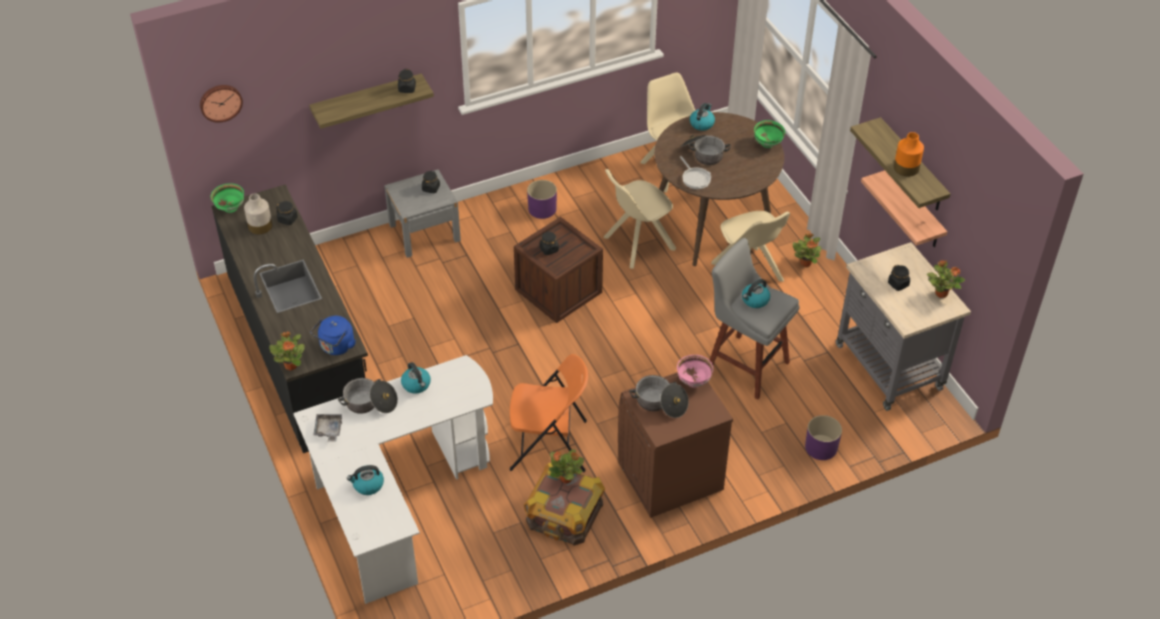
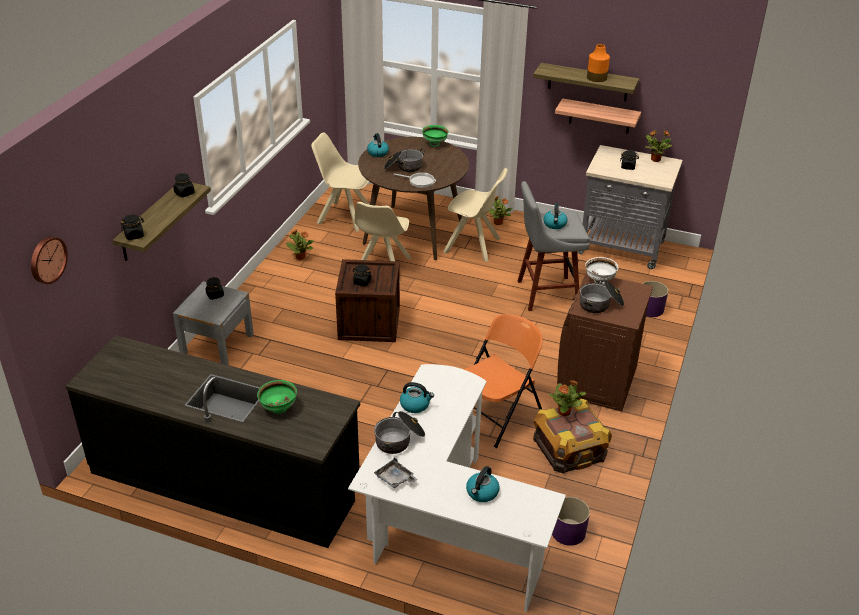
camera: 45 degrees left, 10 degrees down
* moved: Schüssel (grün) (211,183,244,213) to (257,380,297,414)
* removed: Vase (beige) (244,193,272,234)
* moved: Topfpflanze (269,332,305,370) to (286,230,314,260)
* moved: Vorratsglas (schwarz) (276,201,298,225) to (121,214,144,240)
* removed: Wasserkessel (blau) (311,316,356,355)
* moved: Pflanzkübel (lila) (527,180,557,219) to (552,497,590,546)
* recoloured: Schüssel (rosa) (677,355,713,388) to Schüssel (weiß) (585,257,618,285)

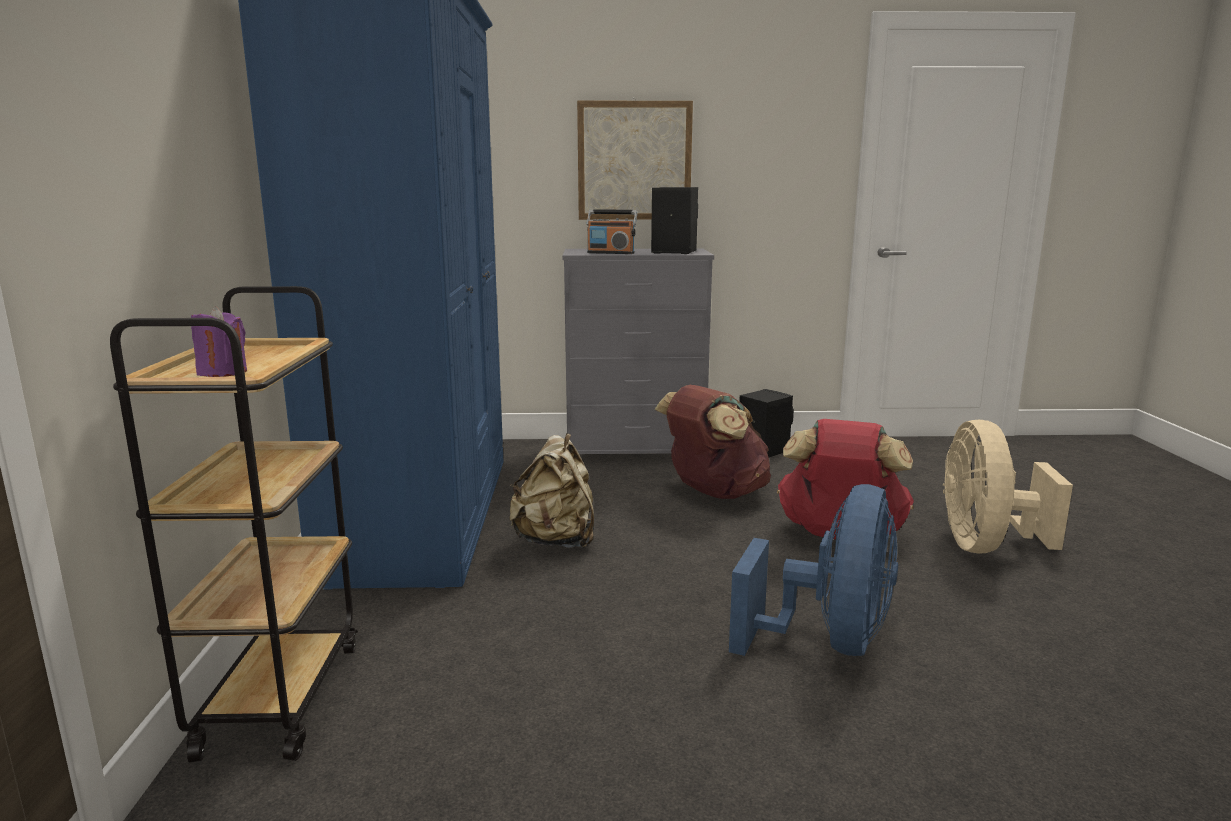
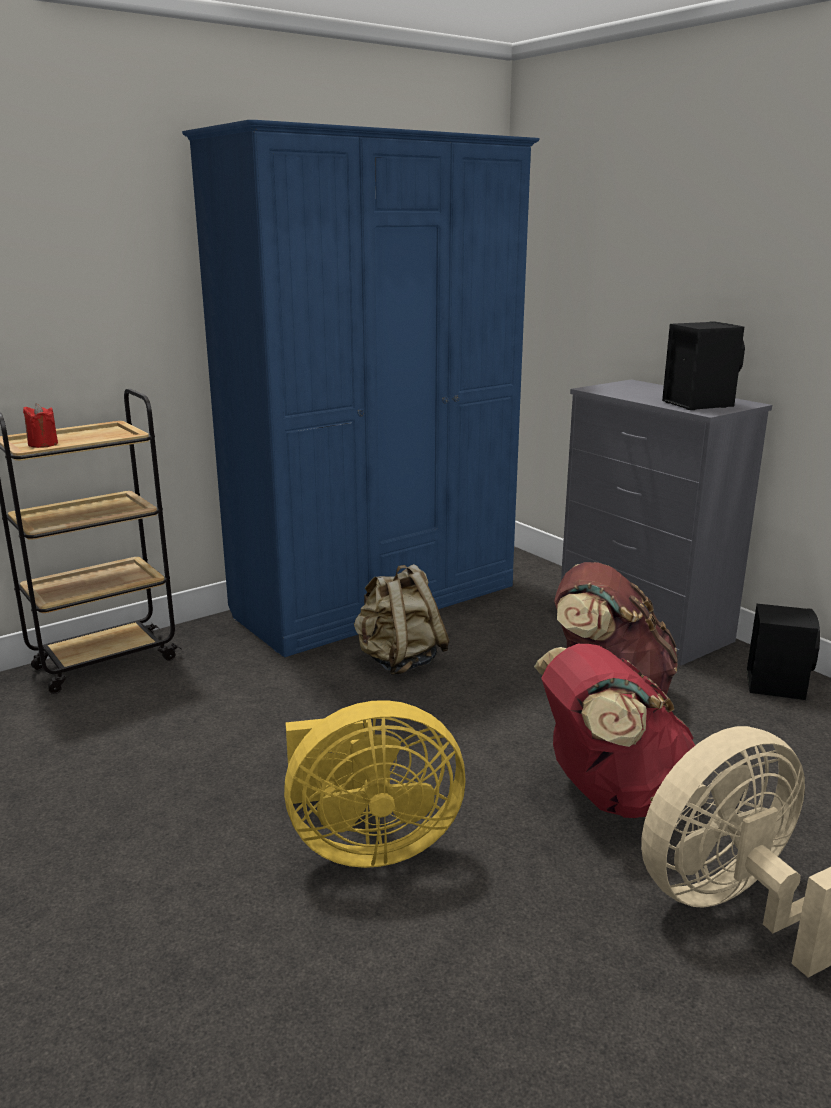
camera: 55 degrees right, 5 degrees up
* recoloured: Kerze (lila) (191,306,247,377) to Kerze (rot) (23,404,58,448)
* removed: Bild (577,98,693,220)
* removed: Radio (587,209,637,254)
* recoloured: Ventilator (blau) (729,484,898,656) to Ventilator (gelb) (284,700,465,868)

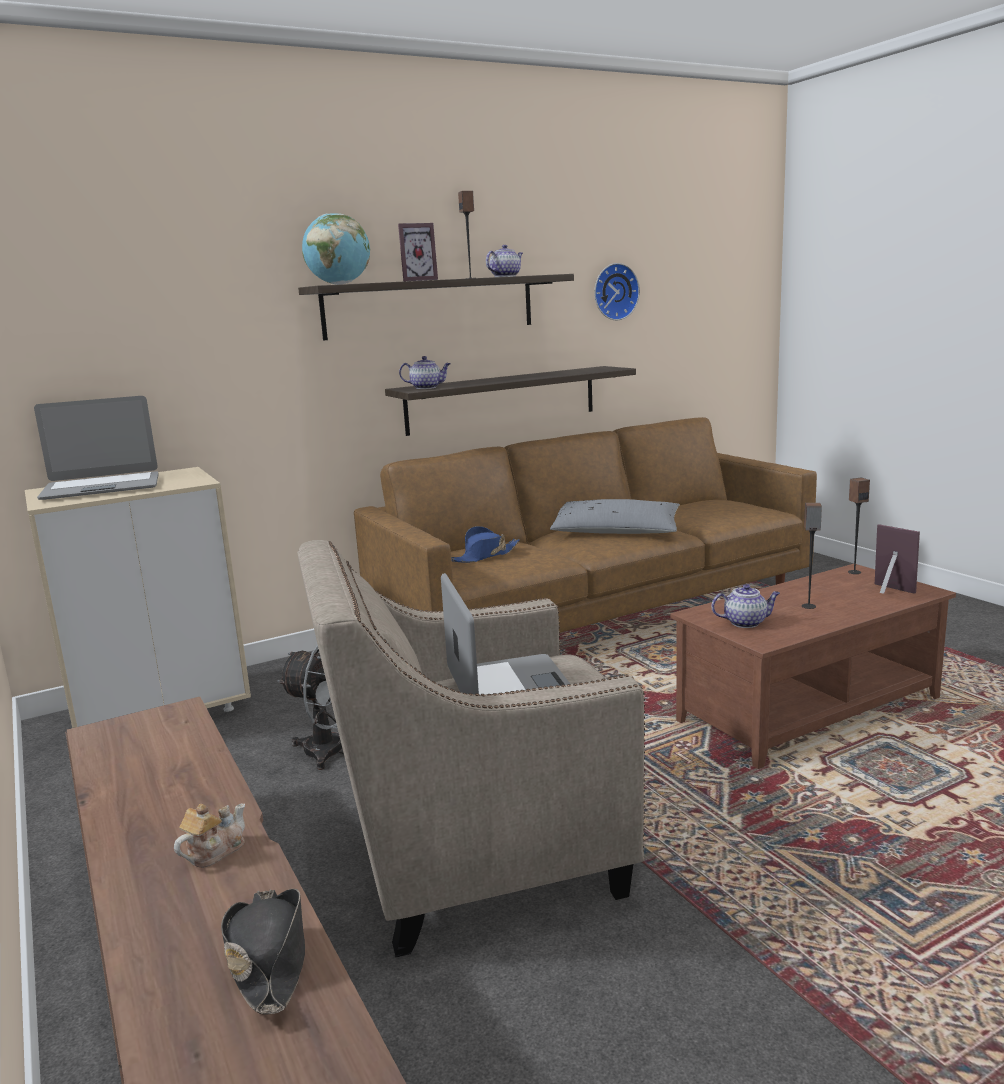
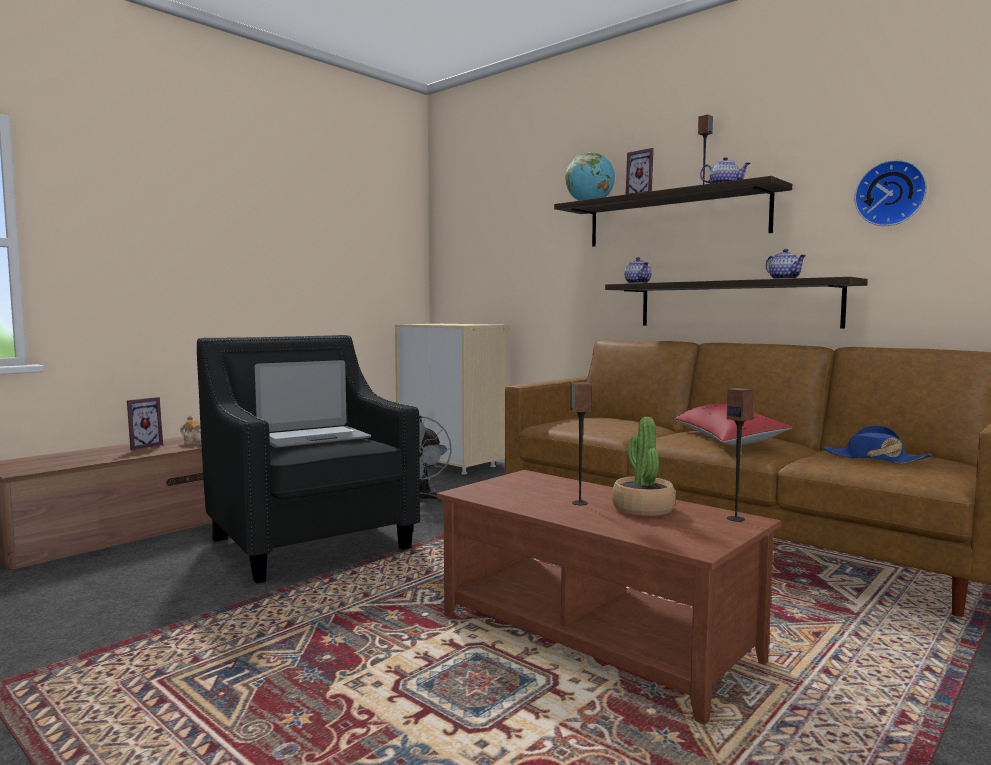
camera: 70 degrees right, 10 degrees down
* removed: Laptop (34,396,159,500)
* removed: Hut (schwarz) (221,889,305,1015)
* recoloured: Sessel (beige) (297,540,645,957) to Sessel (schwarz) (197,335,420,584)
* moved: Hut (blau) (451,526,520,563) to (823,425,932,464)
* recoloured: Kissen (grau) (550,499,680,534) to Kissen (rot) (673,403,793,446)
* moved: Teekanne (711,584,780,628) to (766,249,806,279)
* moved: Bilderrahmen (875,524,920,594) to (127,397,163,450)
* added: Topfpflanze (611,417,676,517)

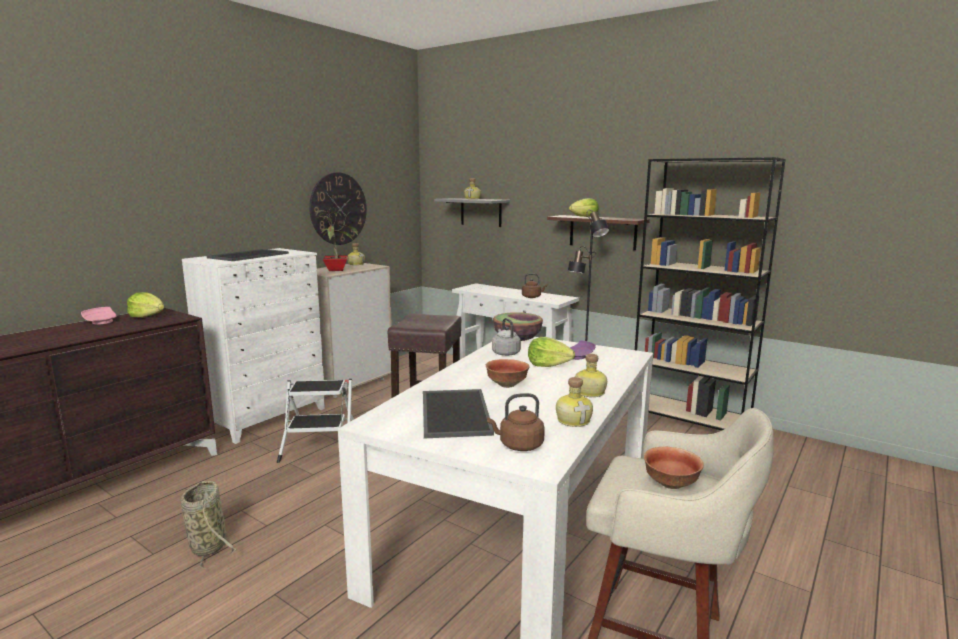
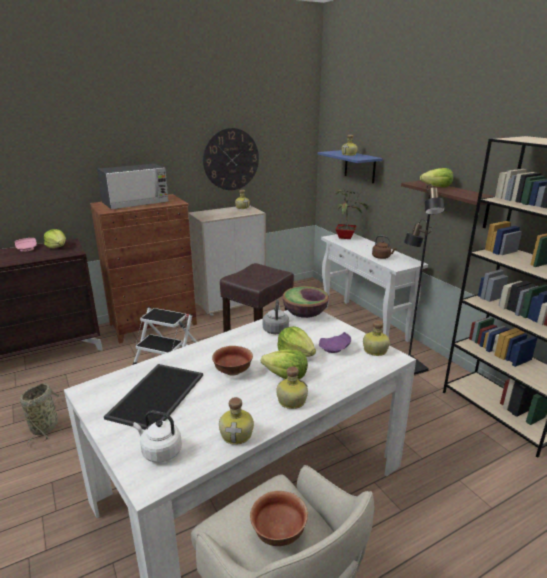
camera: 25 degrees right, 10 degrees up
* recoloured: Kommode (weiß) (182,248,325,444) to Kommode (braun) (90,194,197,344)
* replaced: Tablett (207,249,289,261) to Mikrowelle (97,163,169,209)
* moved: Topfpflanze (316,209,358,271) to (334,187,367,239)
* recoloured: Wandregal (grau) (434,198,510,227) to Wandregal (blau) (318,150,383,183)
* recoloured: Wasserkessel (braun) (487,393,545,451) to Wasserkessel (weiß) (133,411,182,463)
* added: Salatkopf (261,349,308,379)
* added: Flasche (363,321,390,356)

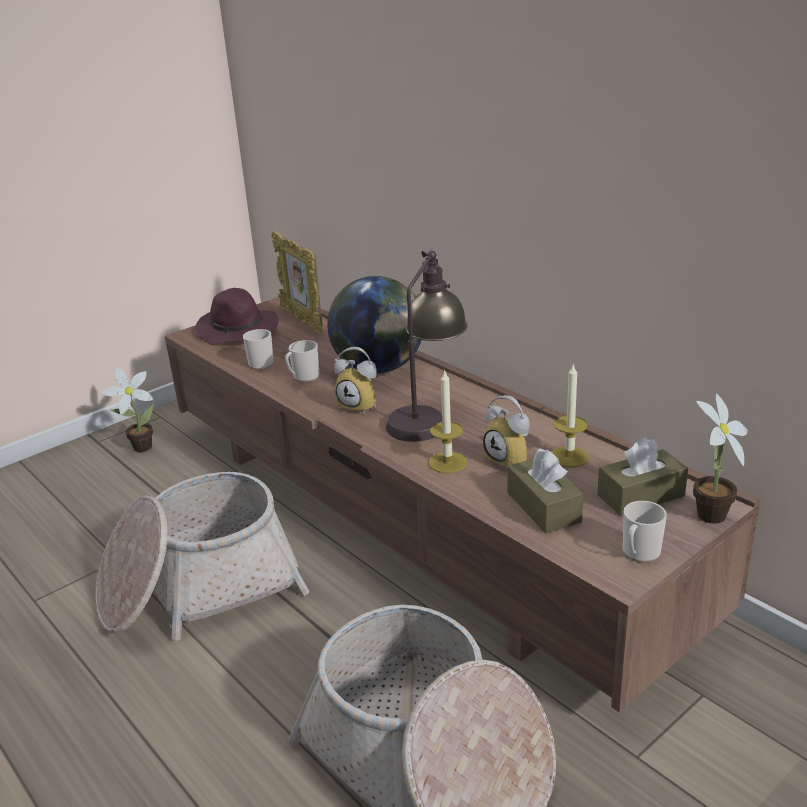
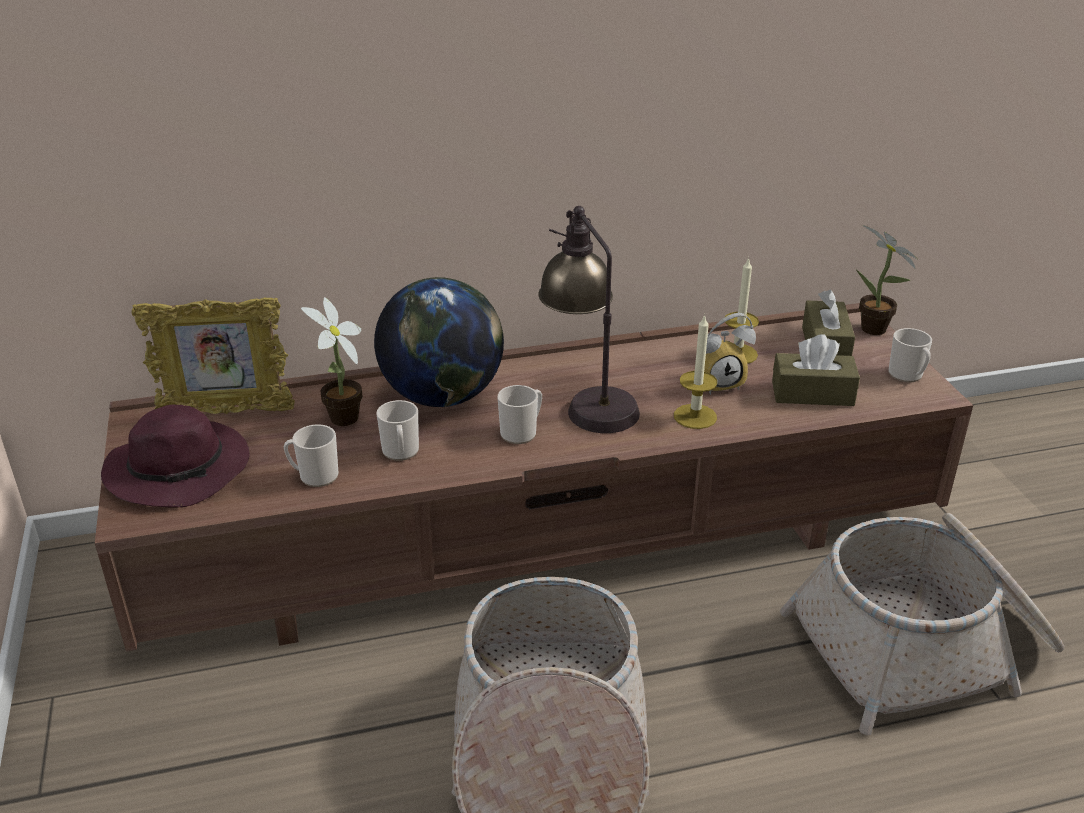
camera: 65 degrees left, 5 degrees up
* moved: Topfpflanze (102,368,154,452) to (301,297,363,426)
* replaced: Wecker (334,347,377,414) to Henkelbecher (498,385,542,444)

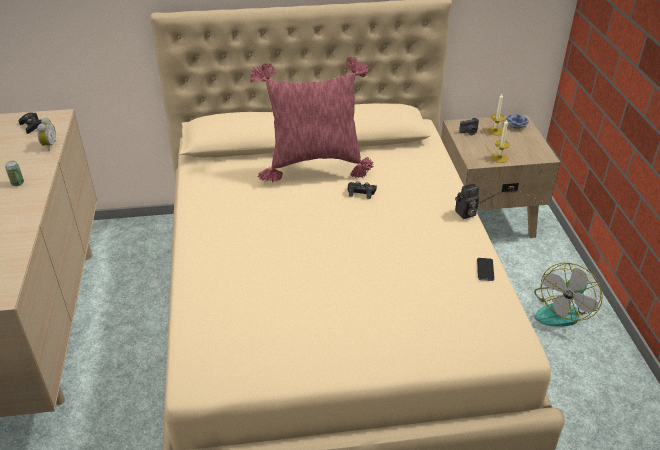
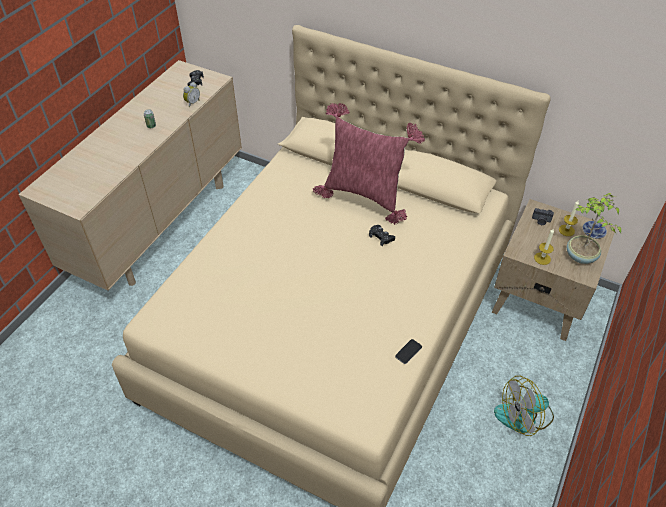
camera: 35 degrees right, 10 degrees up
* removed: Kamera (455,183,479,219)
* added: Topfpflanze (567,193,621,264)

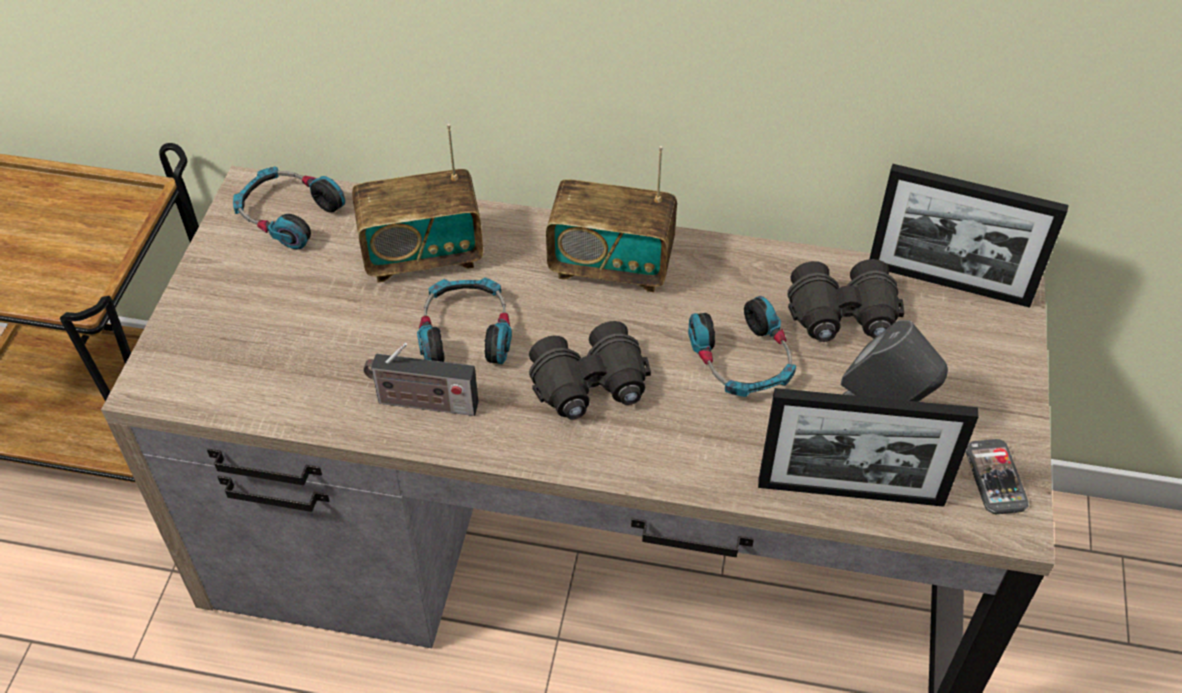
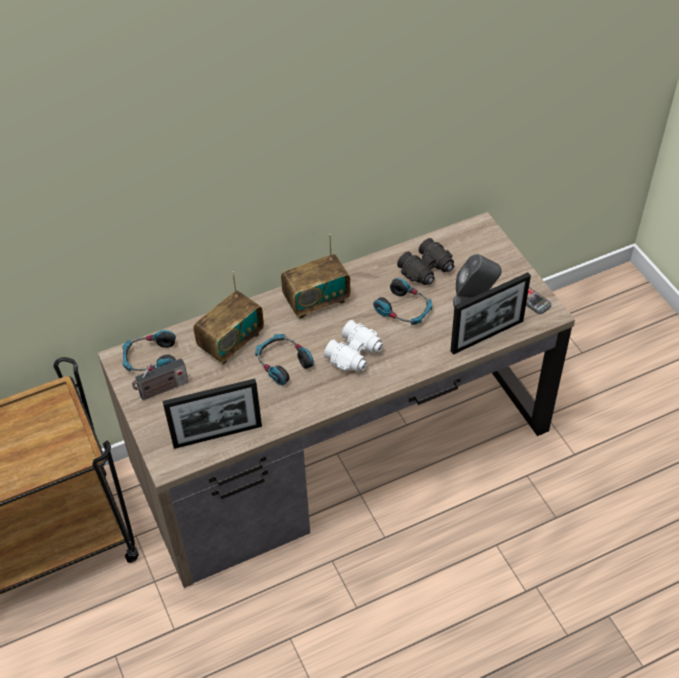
camera: 35 degrees left, 0 degrees up
* moved: Radio (363,343,479,416) to (132,358,189,401)
* recoloured: Fernglas (schwarz) (529,321,651,419) to Fernglas (weiß) (324,320,383,372)
* moved: Bilderrahmen (870,164,1069,308) to (162,379,262,449)

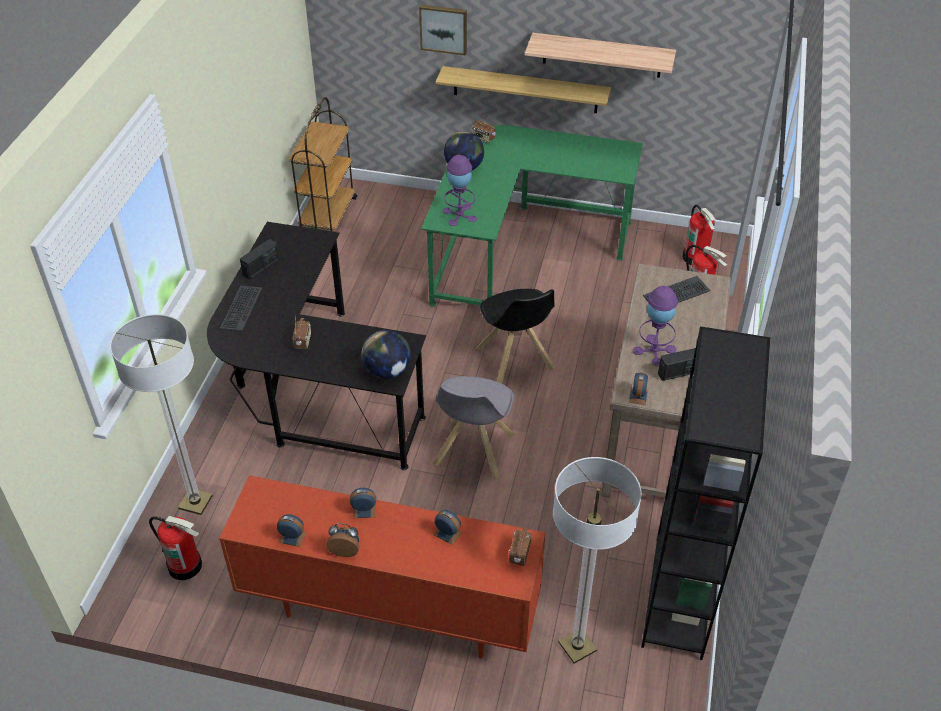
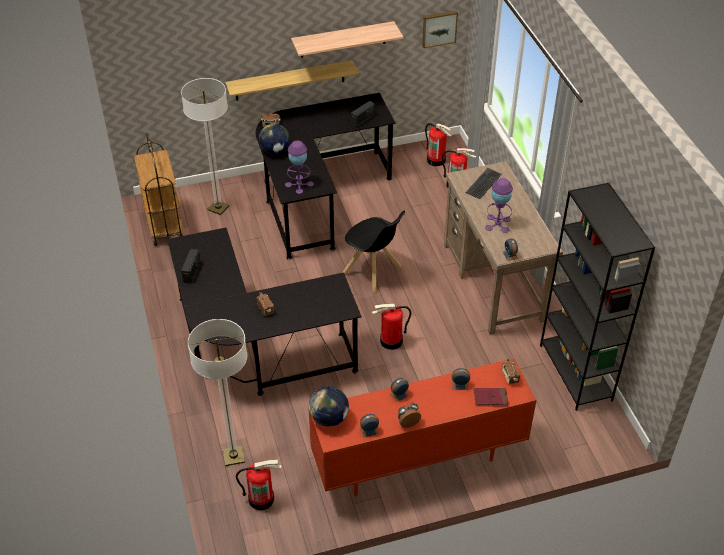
camera: 30 degrees left, 0 degrees up
* removed: Tastatur (220,286,262,332)
* moved: Globus (361,330,411,379) to (309,386,349,427)
* moved: Bild (419,5,467,55) to (422,11,458,48)
* recoloured: Schreibtisch (grün) (421,125,643,307) to Schreibtisch (schwarz) (256,93,396,260)
* replaced: Stuhl (grau) (433,376,515,480) to Feuerlöscher (372,304,411,350)
* moved: Stehlampe (553,457,642,664) to (181,78,229,215)
* moved: Radio (658,348,696,381) to (351,101,374,127)
* added: Buch (rot) (474,388,508,406)

